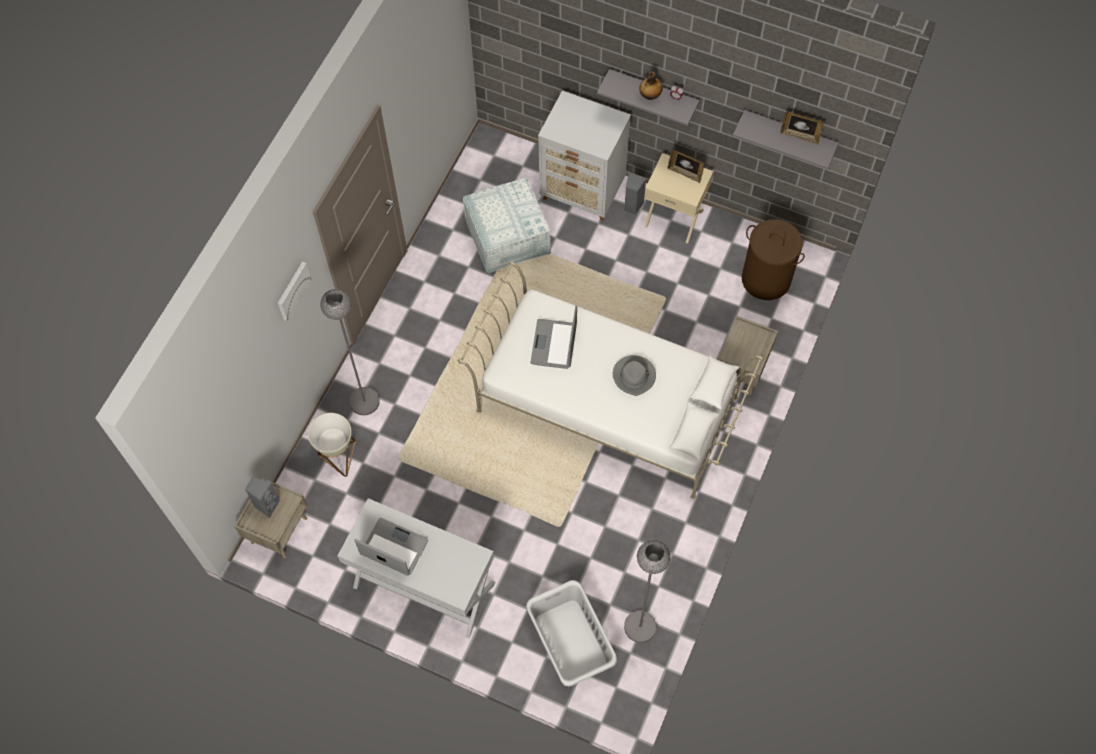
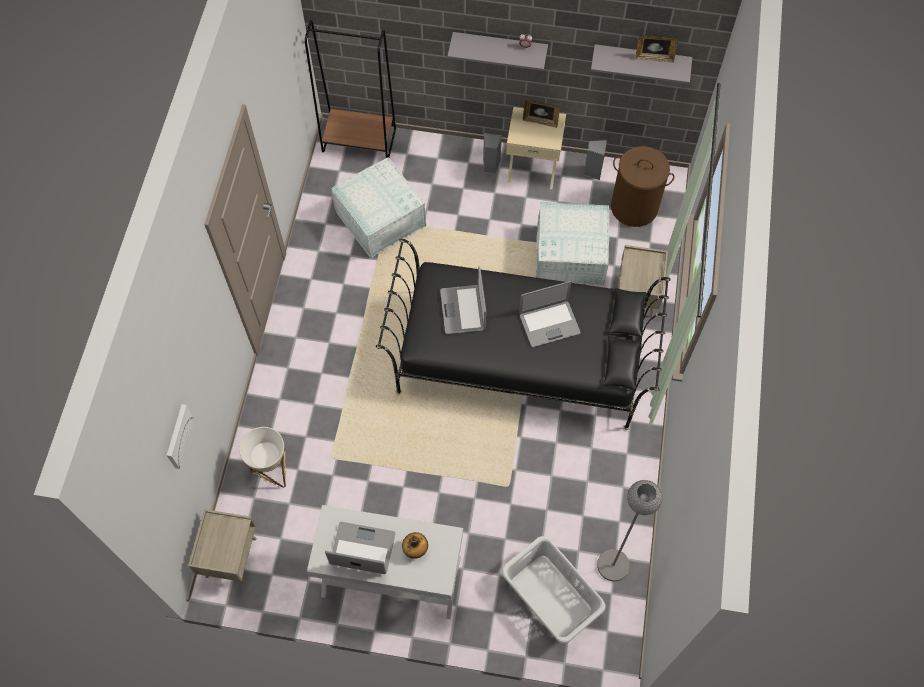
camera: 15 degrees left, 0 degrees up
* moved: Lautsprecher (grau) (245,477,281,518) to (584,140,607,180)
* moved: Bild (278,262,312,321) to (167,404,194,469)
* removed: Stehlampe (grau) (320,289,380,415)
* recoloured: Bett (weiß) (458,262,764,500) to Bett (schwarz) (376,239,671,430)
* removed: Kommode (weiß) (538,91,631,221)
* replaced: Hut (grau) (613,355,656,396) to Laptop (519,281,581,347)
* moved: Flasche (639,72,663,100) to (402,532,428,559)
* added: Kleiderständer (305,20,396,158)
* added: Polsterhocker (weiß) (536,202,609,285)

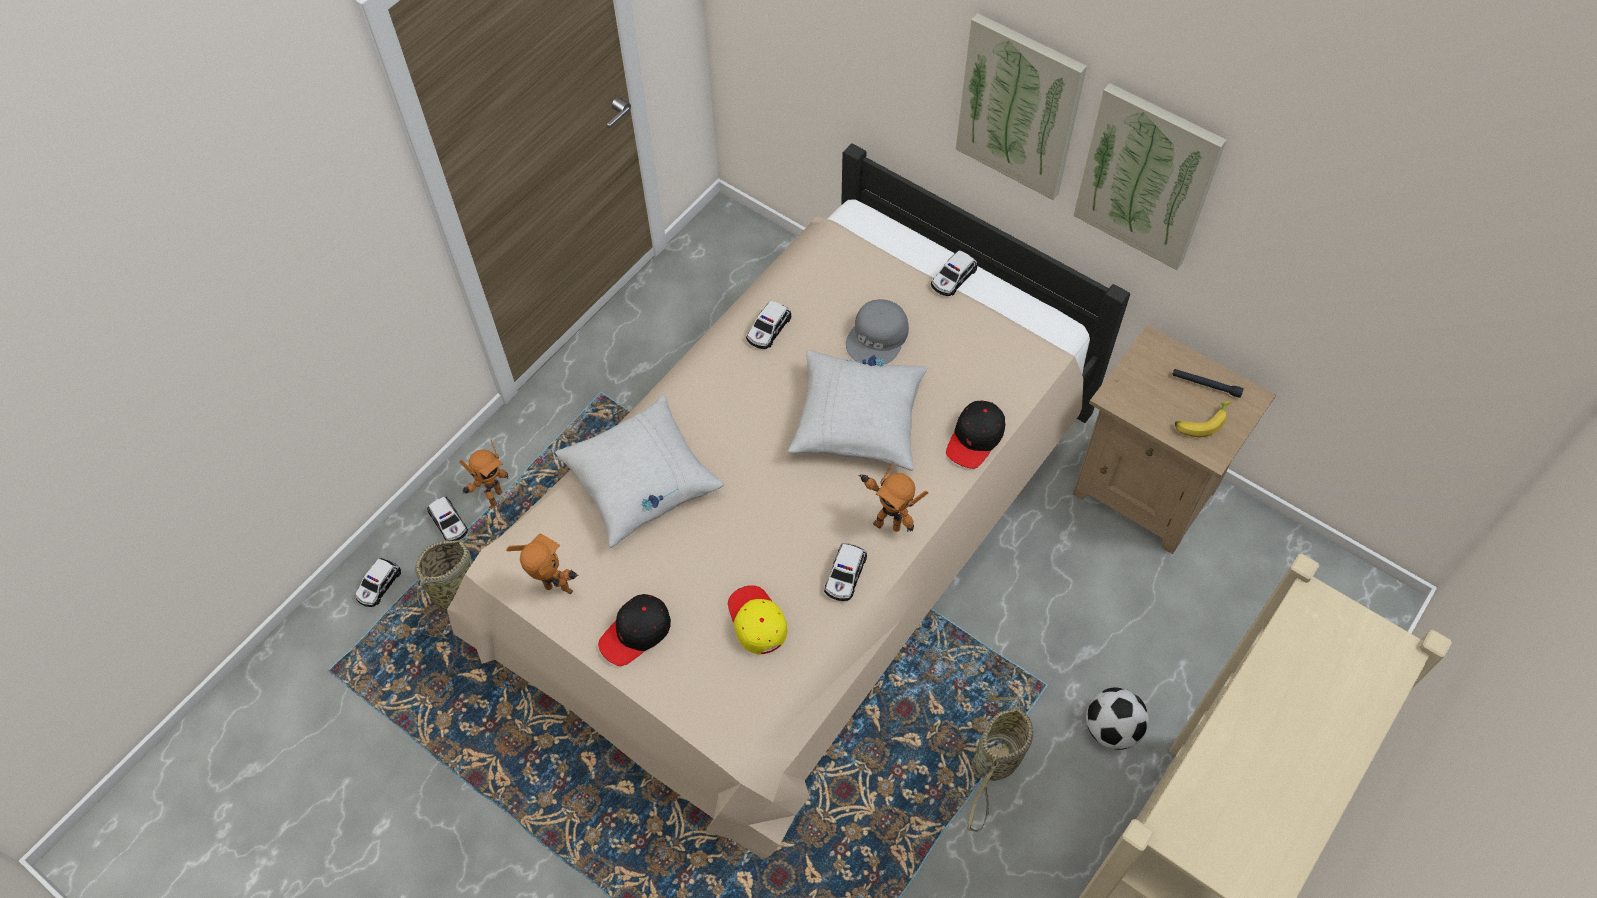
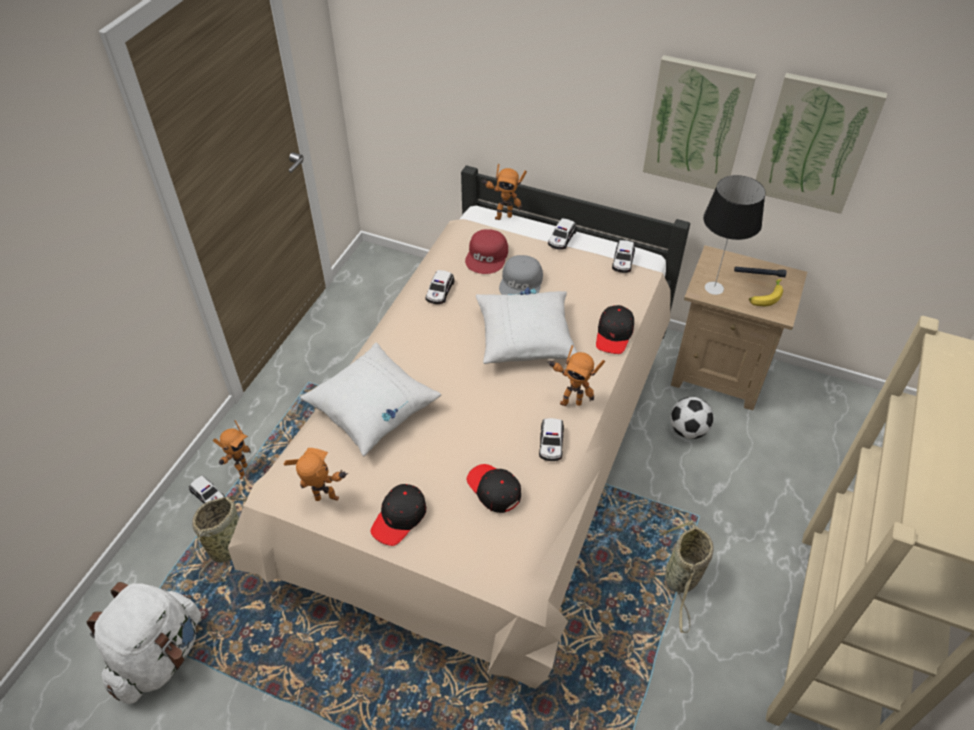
camera: 15 degrees left, 10 degrees down
* moved: Spielzeugauto (355,558,401,607) to (612,240,635,273)
* recoloured: Kappe (gelb) (728,585,788,655) to Kappe (schwarz) (467,464,521,513)
* moved: Bild (956,13,1087,200) to (755,73,887,214)
* moved: Fußball (1086,687,1149,750) to (670,397,714,439)
* added: Rucksack (weiß) (87,582,201,704)
* added: Kappe (rot) (465,229,508,274)
* added: Spielzeugroboter (481,164,527,220)
* added: Tischlampe (703,175,766,295)

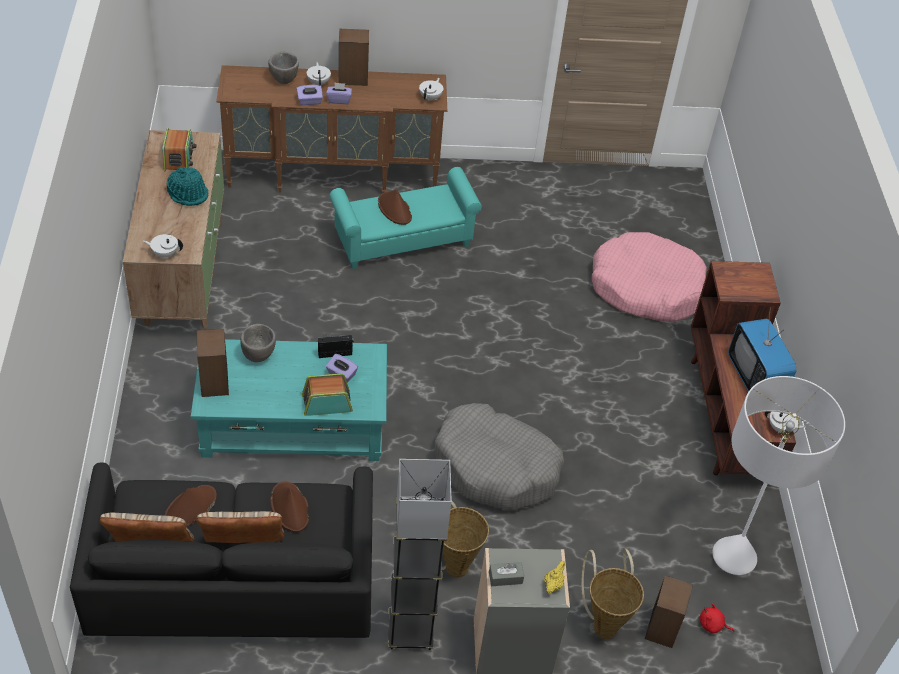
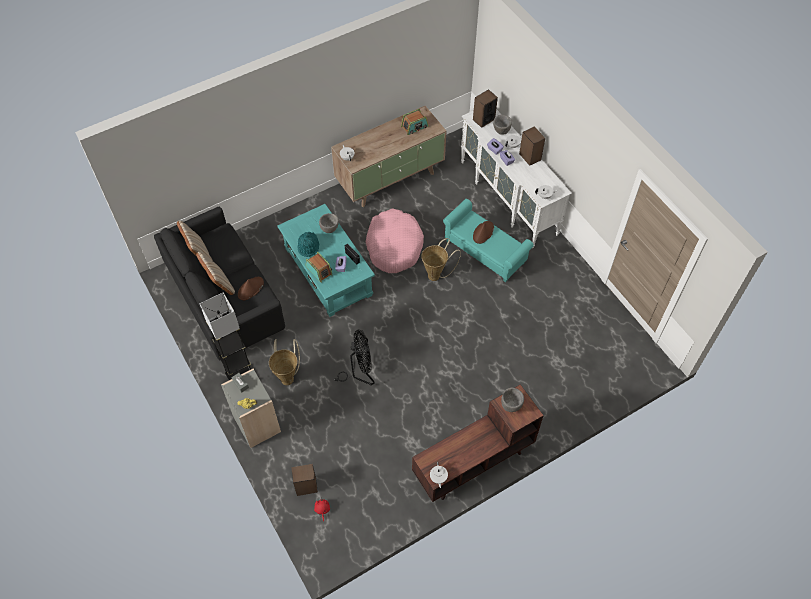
camera: 65 degrees right, 10 degrees up
* removed: Hut (braun) (164,485,217,527)
* moved: Hut (türkis) (166,167,209,206) to (297,232,319,257)
* moved: Lautsprecher (196,329,229,397) to (473,89,498,128)
* recoloured: Schrank (braun) (216,65,447,193) to Schrank (weiß) (461,109,572,248)
* replaced: Hundebett (grau) (435,403,564,511) to Ventilator (schwarz) (335,330,375,386)
* moved: Korb (581,548,644,639) to (422,238,461,281)
* moved: Hundebett (rosa) (592,232,707,322) to (365,208,424,273)
* removed: Stehlampe (weiß) (712,376,845,575)
* removed: Fernseher (728,307,797,392)
* added: Schüssel (grau) (501,388,524,412)

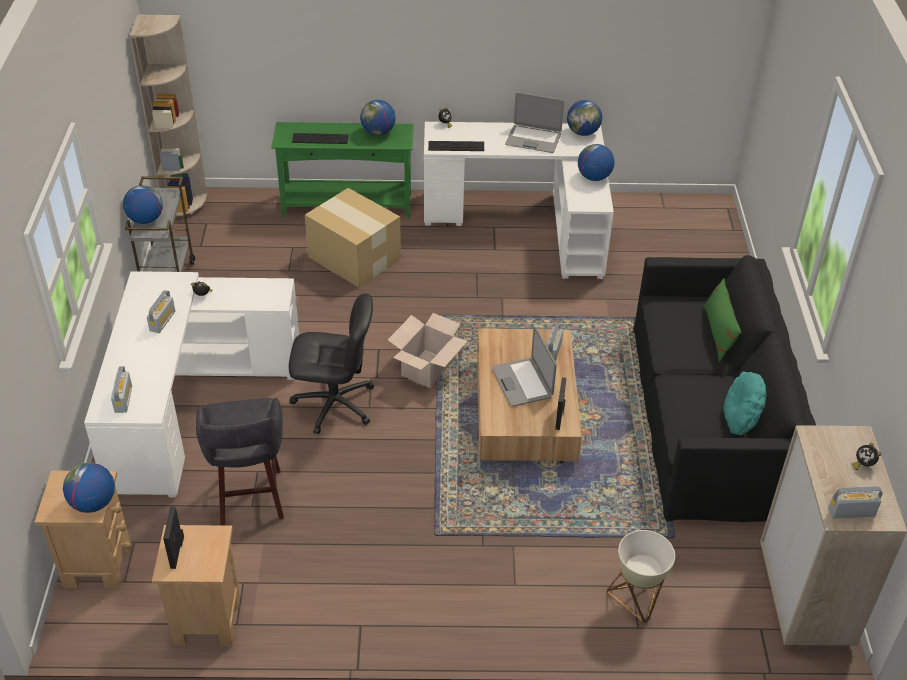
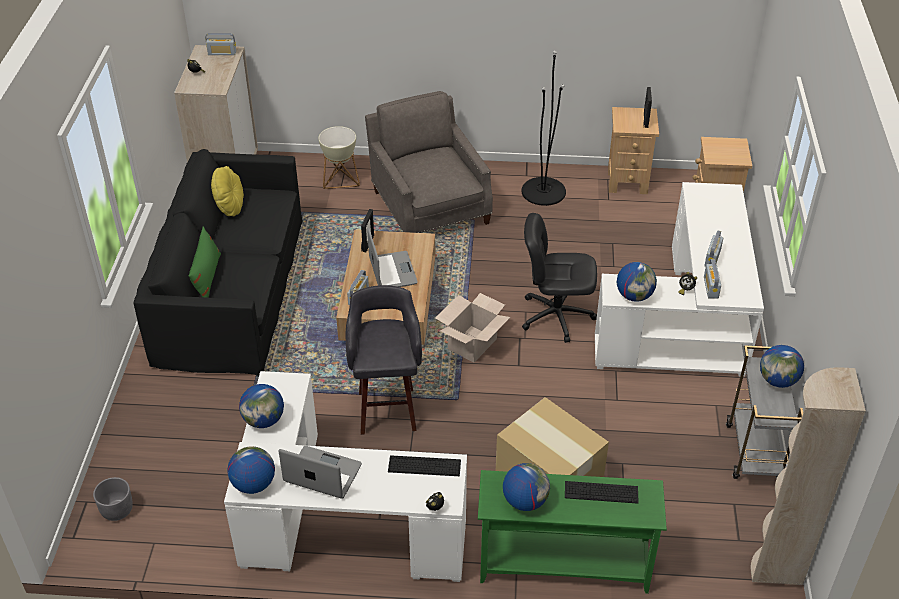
camera: 175 degrees left, 0 degrees up
* moved: Globus (63,463,115,513) to (617,262,657,302)
* moved: Radio (111,366,132,413) to (704,259,721,299)
* moved: Hocker (grau) (196,397,284,526) to (346,285,422,435)
* recoloured: Kissen (türkis) (723,371,766,435) to Kissen (gelb) (211,166,244,216)
* added: Pflanzkübel (grau) (93,477,133,521)
* added: Sessel (grau) (365,91,493,233)
* added: Stehlampe (schwarz) (522,51,566,206)

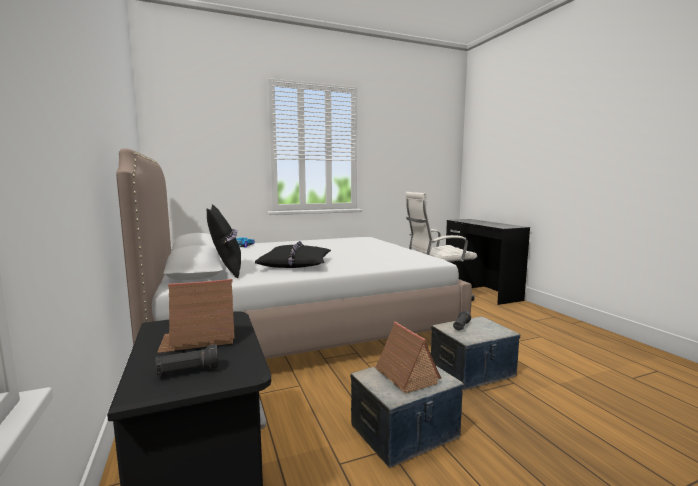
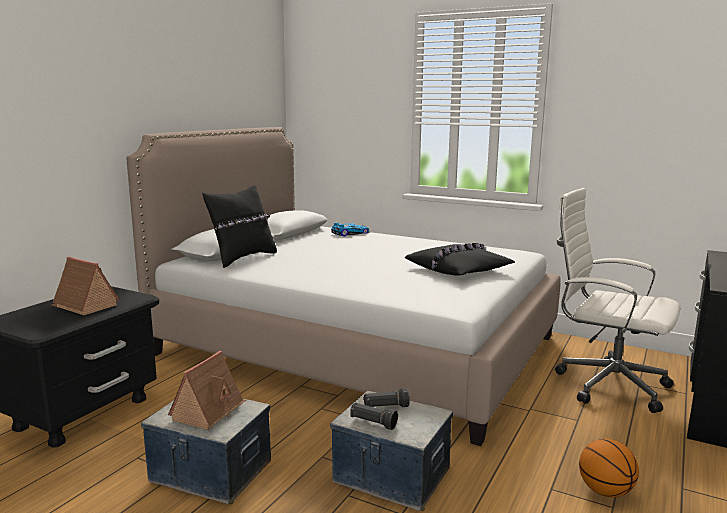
camera: 50 degrees right, 5 degrees up
* moved: Taschenlampe (schwarz) (155,344,218,376) to (350,402,398,430)
* moved: Kissen (schwarz) (255,241,331,268) to (405,243,515,276)
* added: Basketball (579,439,639,497)

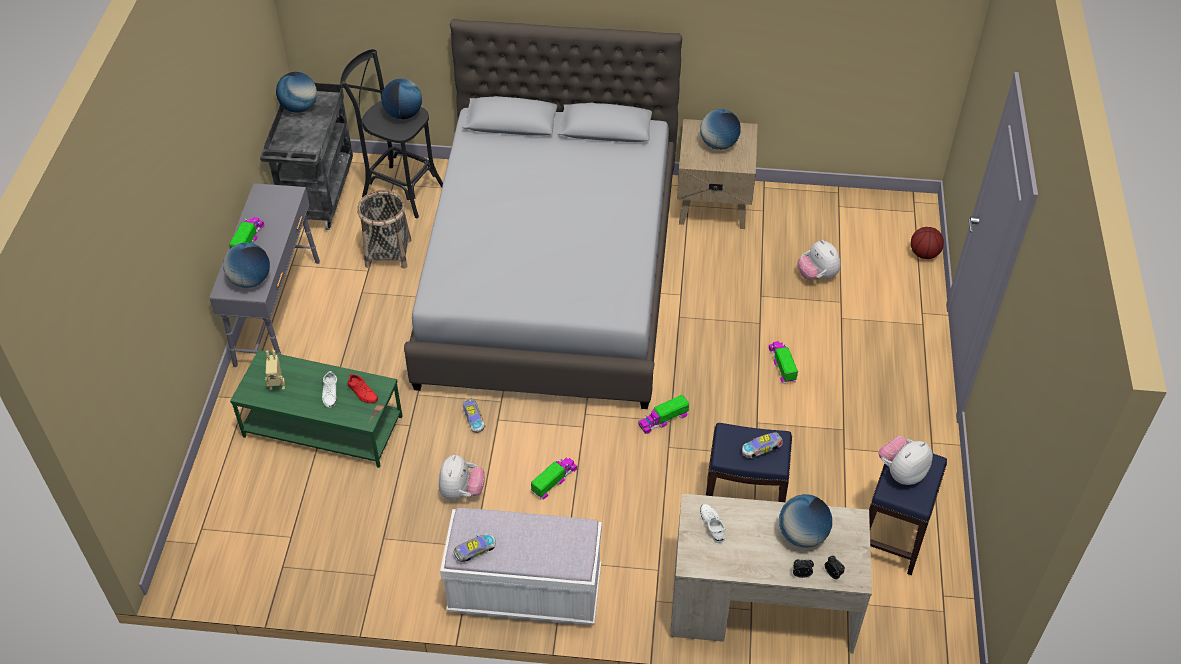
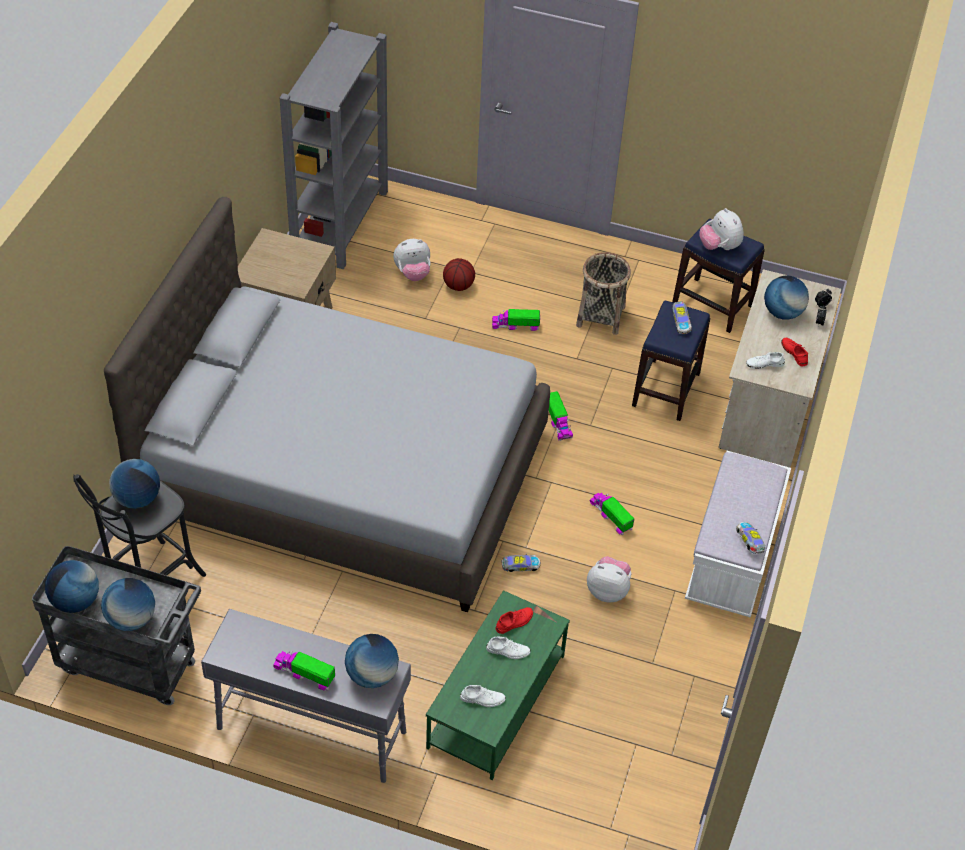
camera: 80 degrees left, 0 degrees up
* replaced: Spielzeugroboter (265,350,285,390) to Schuh (weiß) (460,685,506,707)
* moved: Korb (357,190,411,269) to (576,252,631,335)
* moved: Globus (700,109,740,150) to (101,578,155,631)
* moved: Basketball (911,227,944,259) to (443,258,475,291)
* added: Bücherregal (grau) (280,22,388,269)
* added: Schuh (rot) (781,338,808,366)

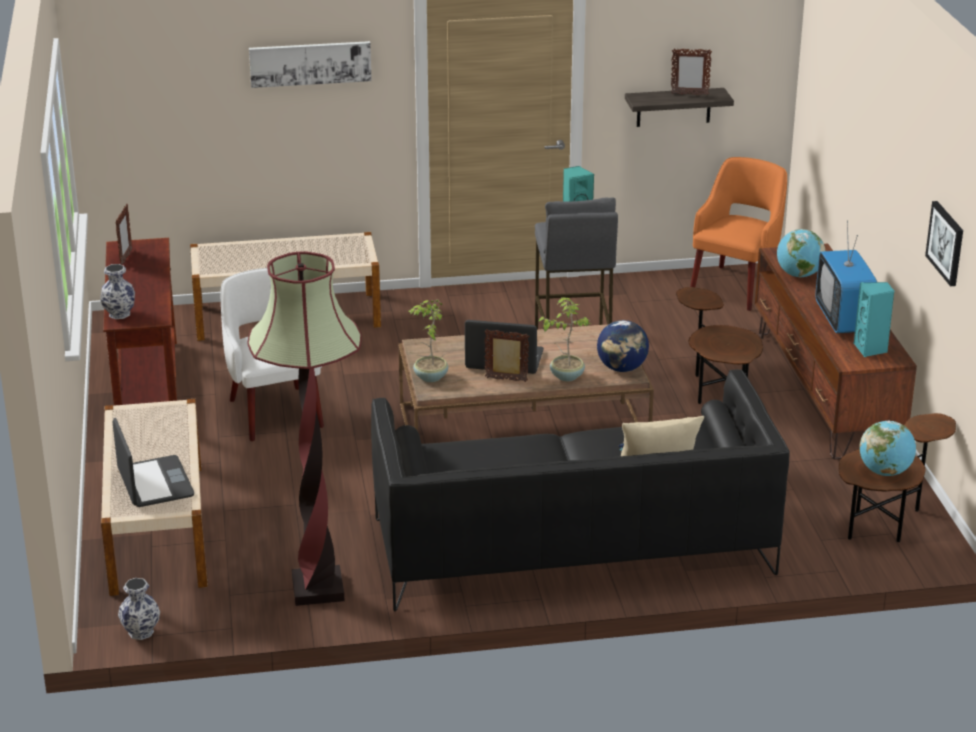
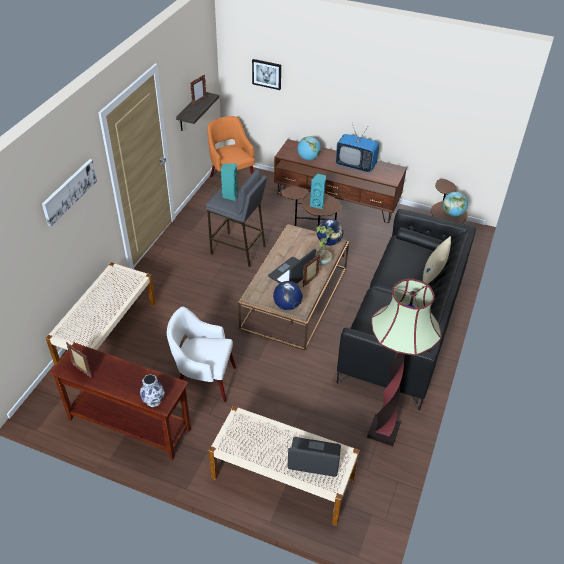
camera: 60 degrees left, 15 degrees up
* removed: Vase (118,578,160,640)
* replaced: Topfpflanze (408,300,448,382) to Globus (273,281,303,310)
* moved: Lautsprecher (türkis) (854,282,895,357) to (310,174,326,209)
* moved: Bild (925,201,963,286) to (252,59,281,90)

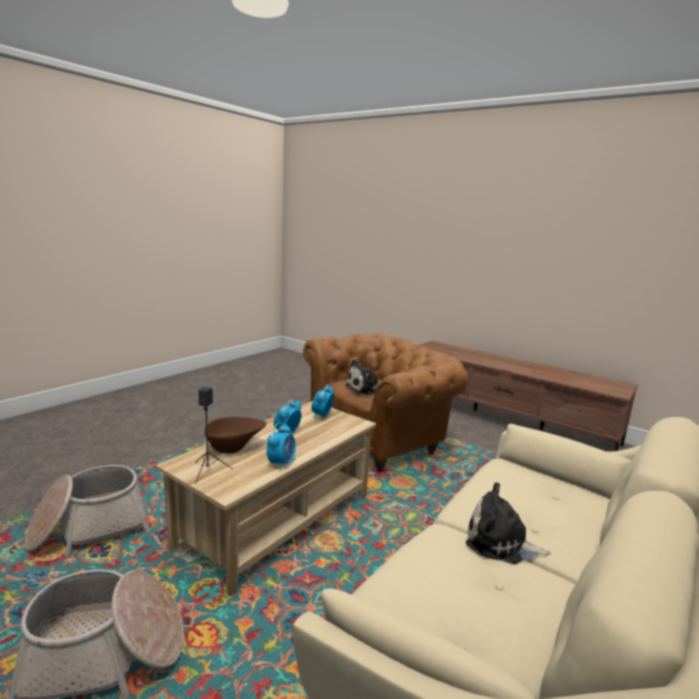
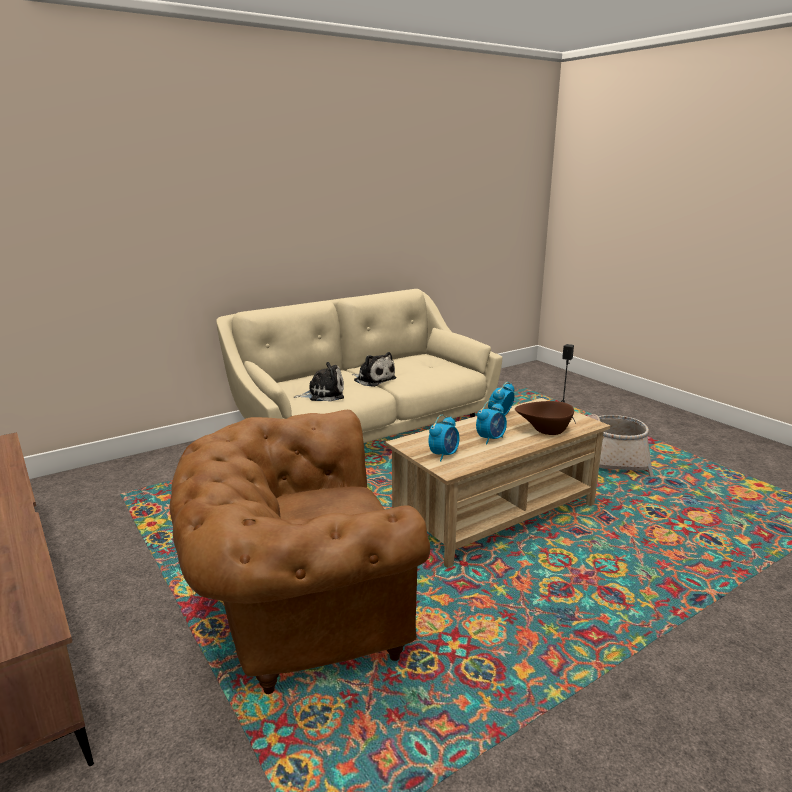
camera: 160 degrees left, 5 degrees up
* removed: Korb (25,465,150,556)
* moved: Plüschtier (345,359,378,395) to (294,362,344,402)

